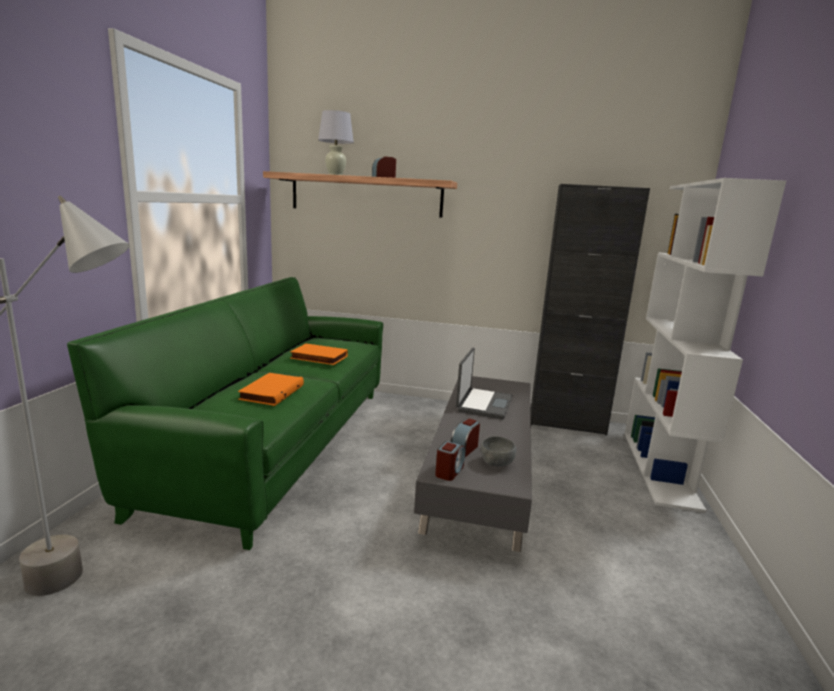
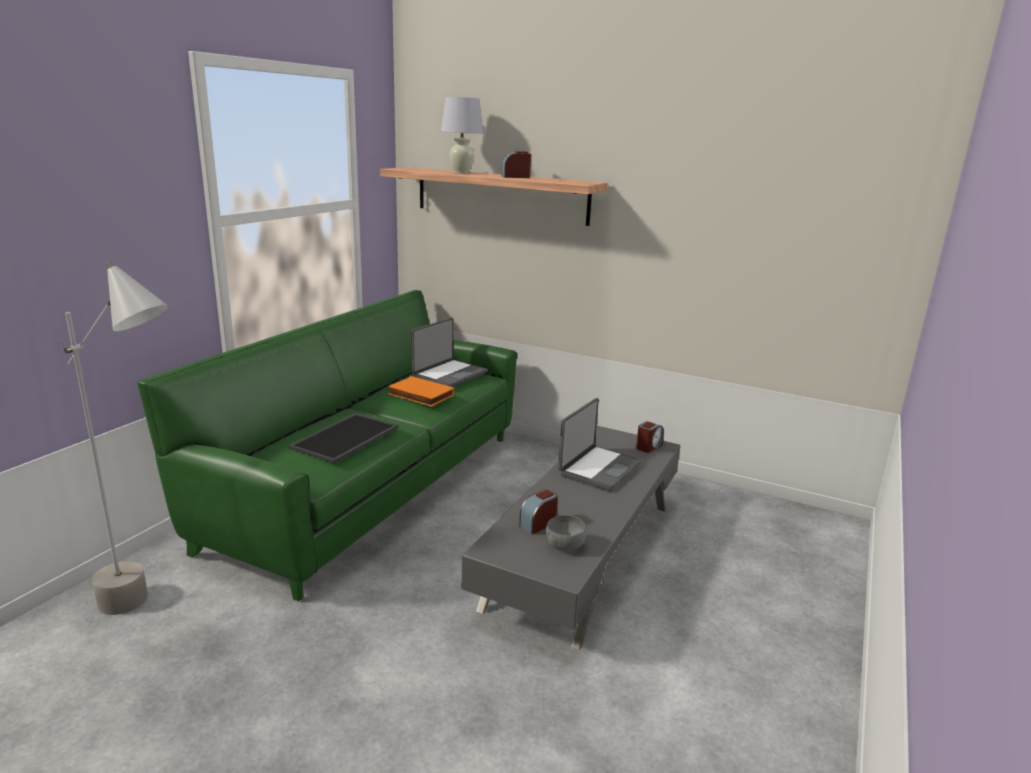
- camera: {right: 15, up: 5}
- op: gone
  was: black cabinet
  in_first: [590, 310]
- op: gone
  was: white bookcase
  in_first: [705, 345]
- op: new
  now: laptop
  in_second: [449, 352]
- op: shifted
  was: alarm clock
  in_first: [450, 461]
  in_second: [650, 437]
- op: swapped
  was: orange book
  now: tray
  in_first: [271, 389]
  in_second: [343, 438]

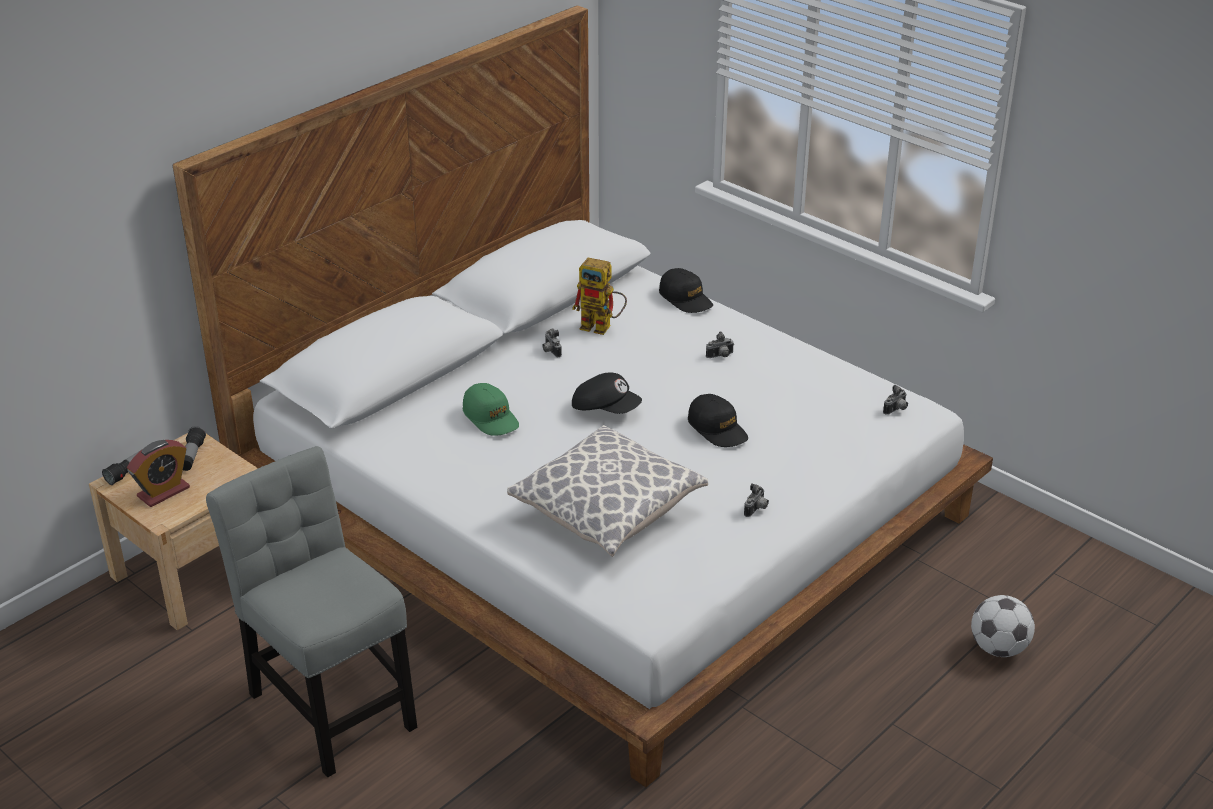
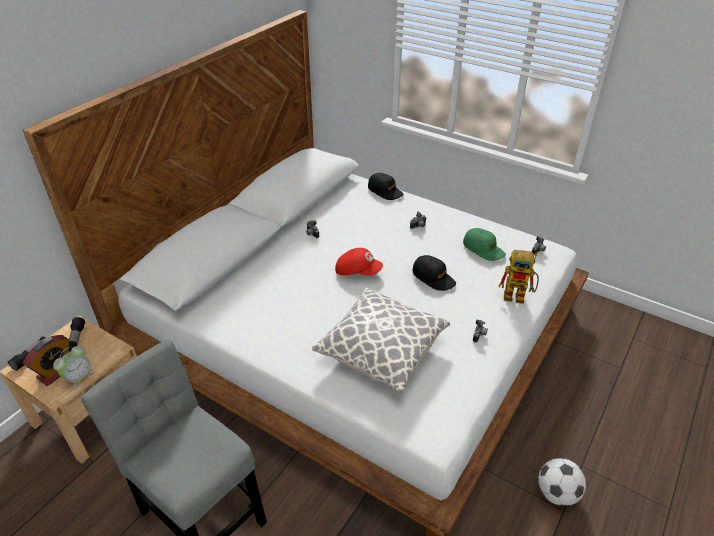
- camera: {right: -10, up: 5}
- op: new
  now: alarm clock
  in_second: [74, 368]
- op: shifted
  was: green cap
  in_first: [491, 409]
  in_second: [484, 244]
- op: shifted
  was: toy robot
  in_first: [599, 296]
  in_second: [518, 277]
- op: shifted
  was: football
  in_first: [1003, 626]
  in_second: [562, 482]
- op: repainted
  was: black cap
  now: red cap
  in_first: [607, 393]
  in_second: [359, 262]

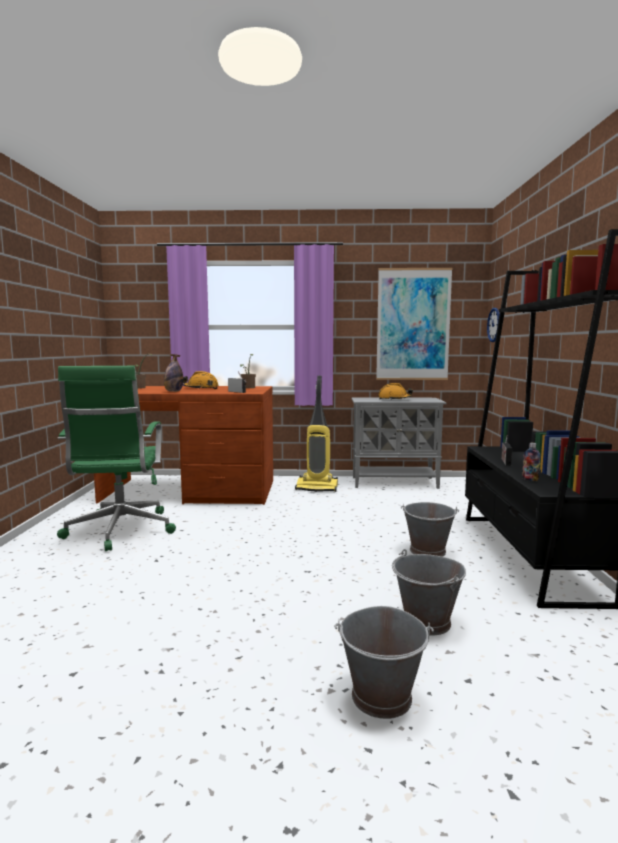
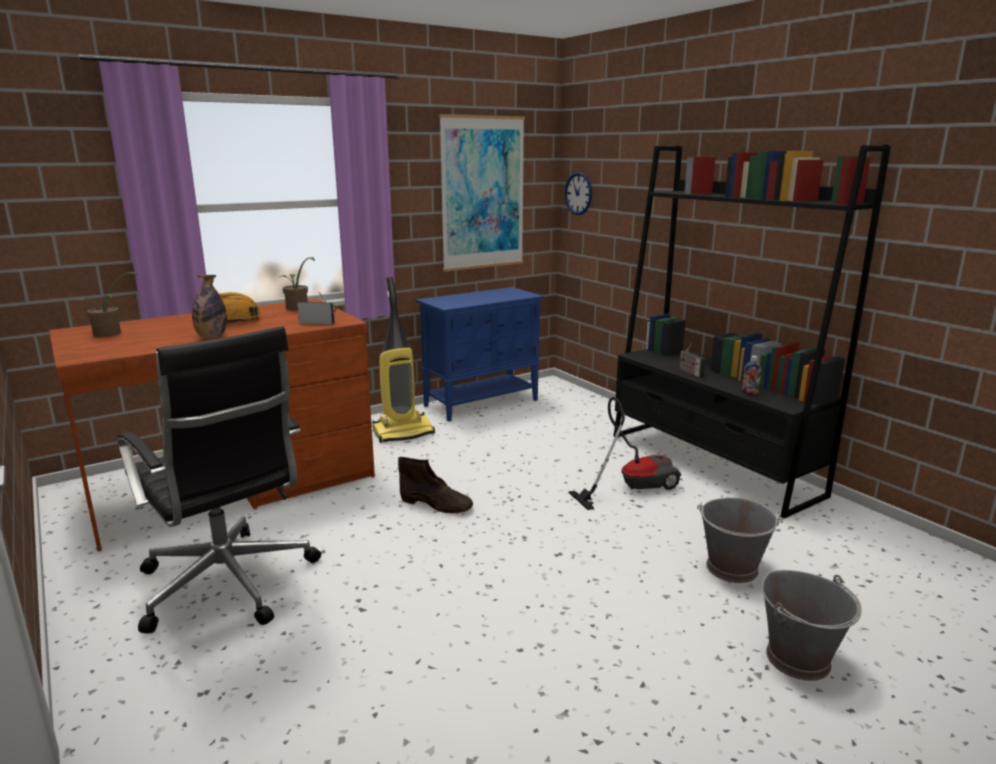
- camera: {right: -35, up: 10}
- op: gone
  was: orange hard hat
  in_first: [395, 391]
- op: new
  now: brown boot
  in_second: [435, 485]
- op: swapped
  was: grey bucket
  now: vacuum cleaner
  in_first: [430, 529]
  in_second: [624, 453]
- op: repainted
  was: green office chair
  now: black office chair
  in_first: [116, 458]
  in_second: [219, 480]
- op: repainted
  was: grey cabinet
  now: blue cabinet
  in_first: [398, 443]
  in_second: [480, 354]

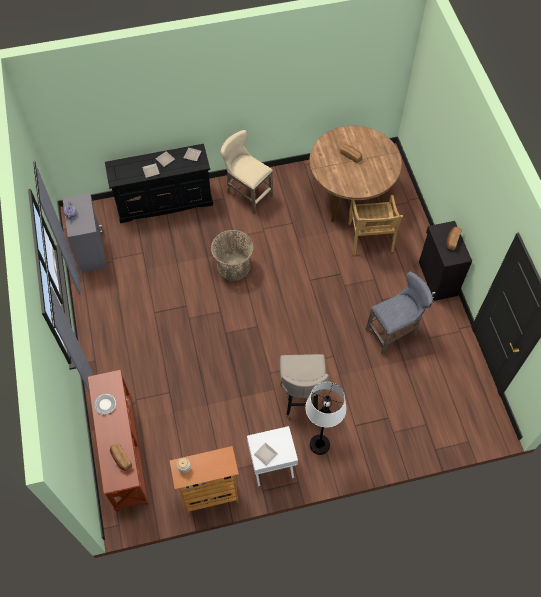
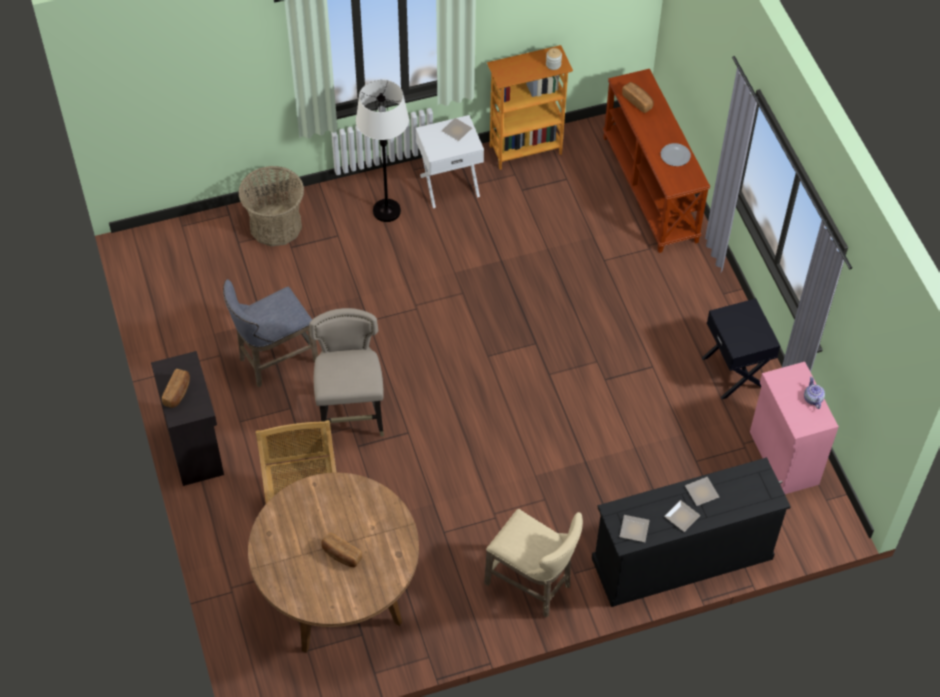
- camera: {right: 175, up: -5}
- op: new
  now: black nightstand
  in_second: [741, 348]
- op: shifted
  was: basket
  in_first: [232, 255]
  in_second: [271, 206]
- op: shifted
  was: beige stool
  in_first: [304, 386]
  in_second: [346, 372]
- op: repainted
  was: grey cabinet
  now: pink cabinet
  in_first: [84, 233]
  in_second: [794, 428]

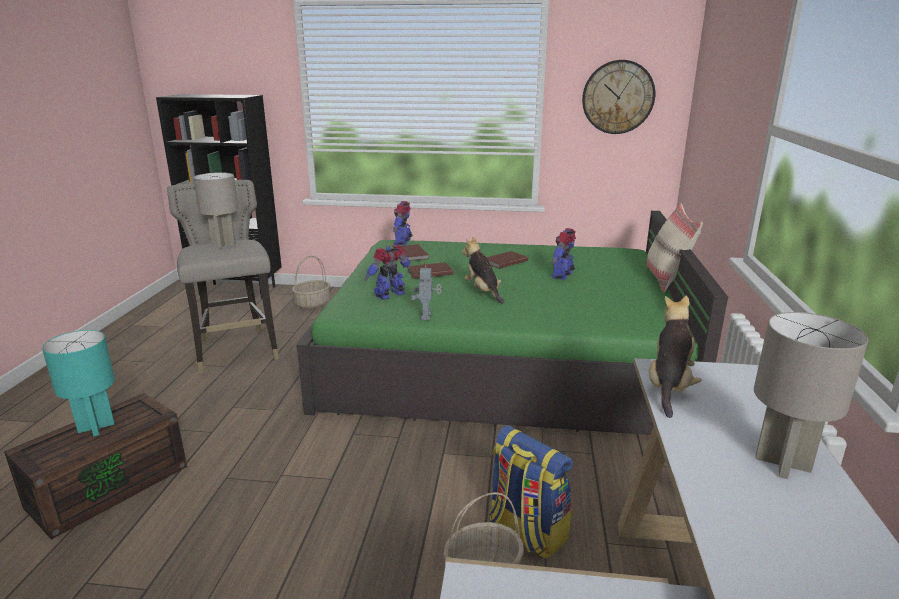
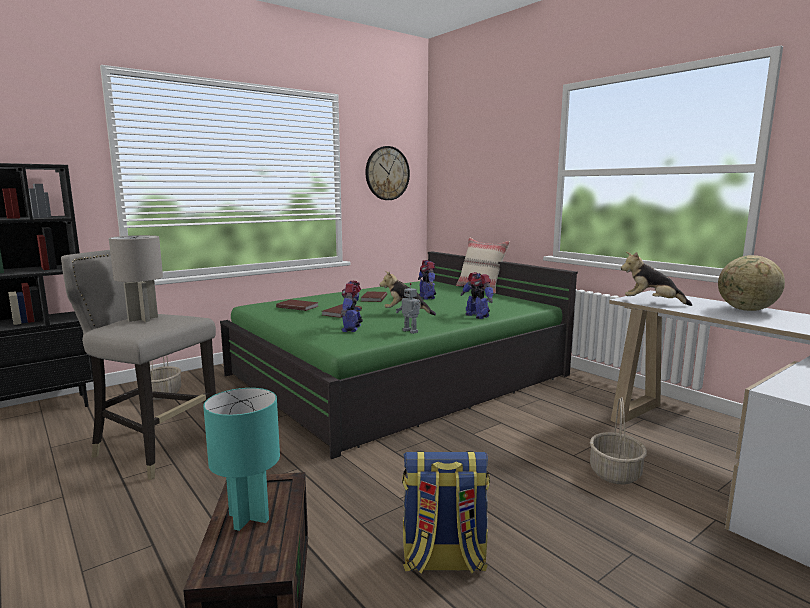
- camera: {right: -45, up: -10}
- op: shifted
  was: toy robot
  in_first: [403, 223]
  in_second: [477, 295]
- op: shifted
  was: backpack
  in_first: [531, 492]
  in_second: [446, 512]
- op: swapped
  was: grey table lamp
  now: globe
  in_first: [811, 395]
  in_second: [751, 283]
- op: rotated
  was: plush toy
  in_first: [675, 357]
  in_second: [656, 279]
  clockwise: -45

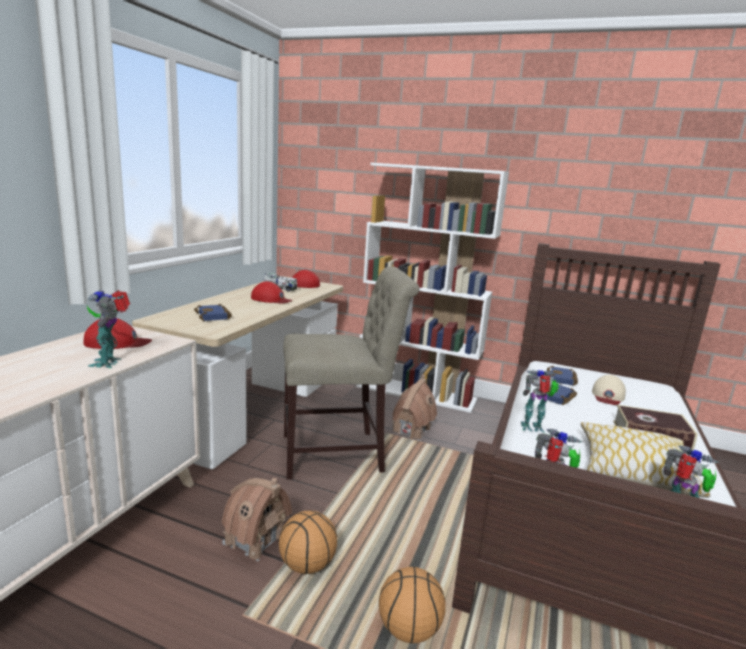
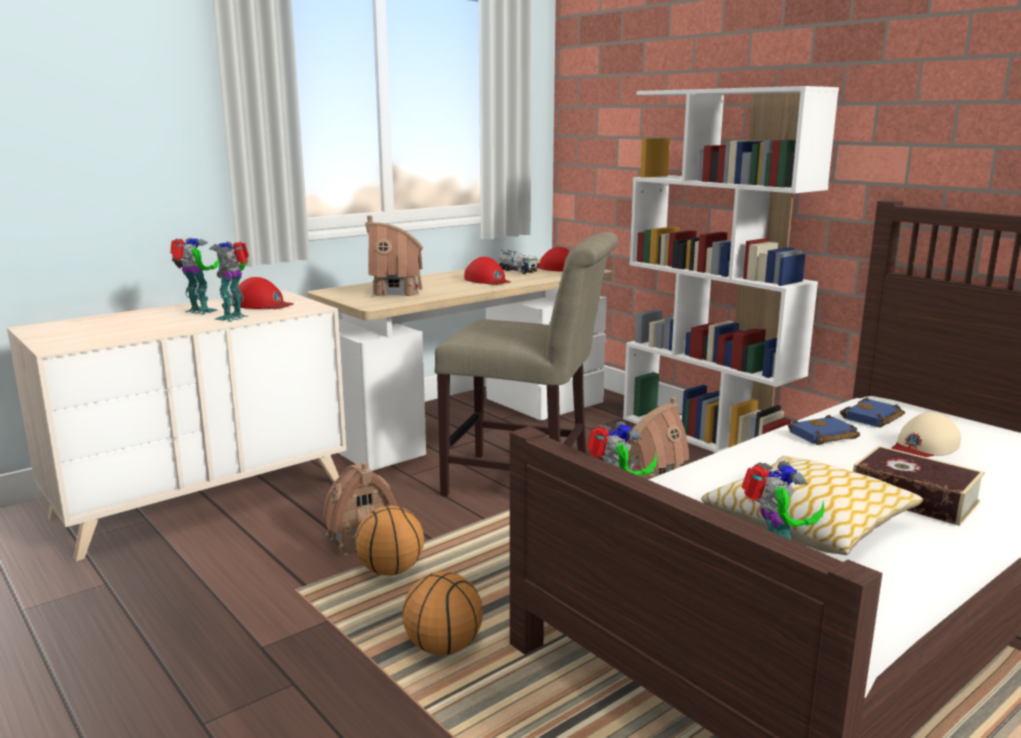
- camera: {right: 30, up: 0}
- op: shifted
  was: toy robot
  in_first: [540, 401]
  in_second: [195, 276]
- op: swapped
  was: blue book
  now: toy house
  in_first: [213, 312]
  in_second: [394, 256]

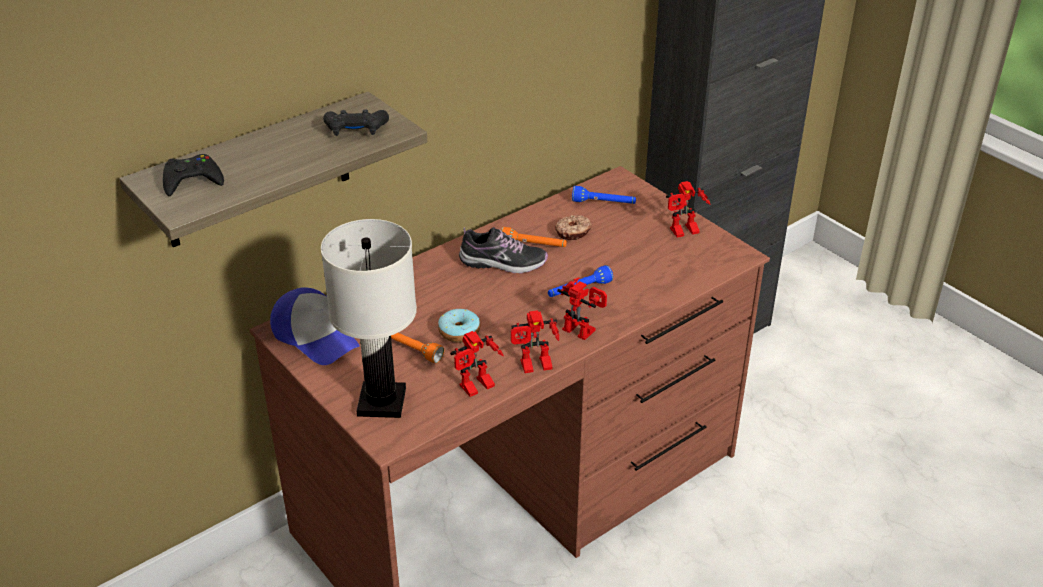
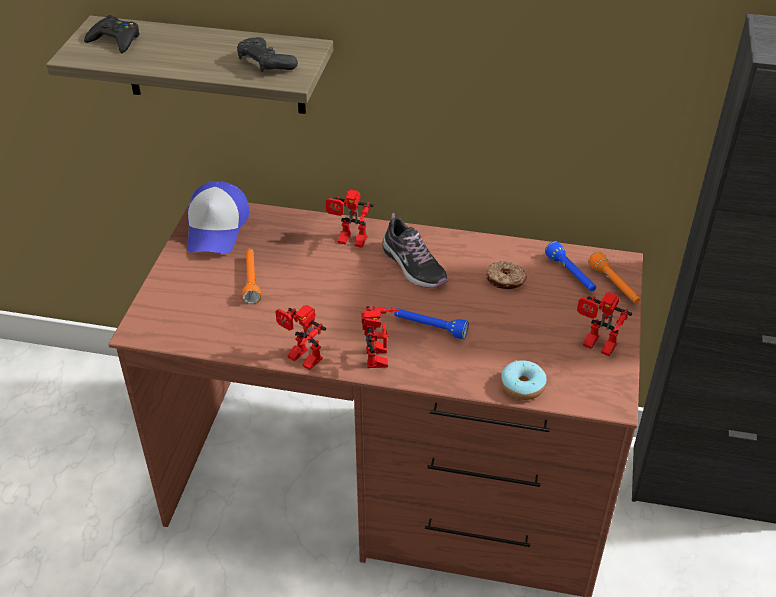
- camera: {right: 50, up: 5}
- op: gone
  was: white table lamp
  in_first: [369, 318]
- op: shifted
  was: donut
  in_first: [459, 325]
  in_second: [523, 380]
- op: shifted
  was: toy robot
  in_first: [477, 364]
  in_second: [350, 219]
- op: shifted
  was: orange flashlight
  in_first: [534, 237]
  in_second: [614, 277]

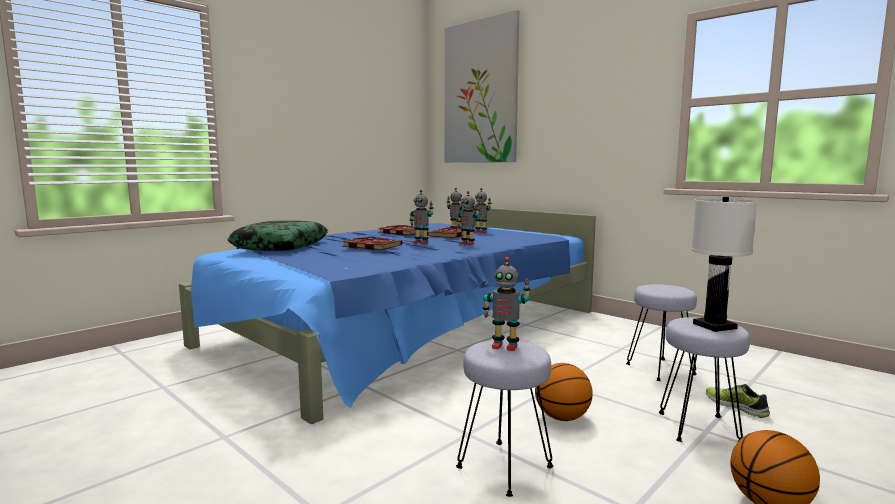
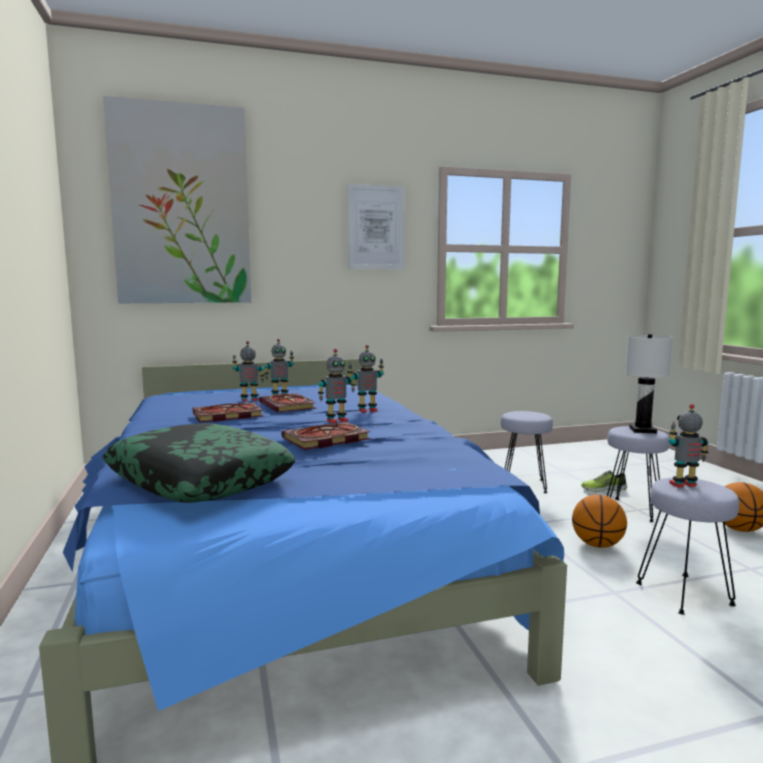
- camera: {right: -60, up: 0}
- op: new
  now: picture
  in_second: [376, 226]
- op: rotated
  was: toy robot
  in_first: [507, 304]
  in_second: [689, 446]
  clockwise: -150

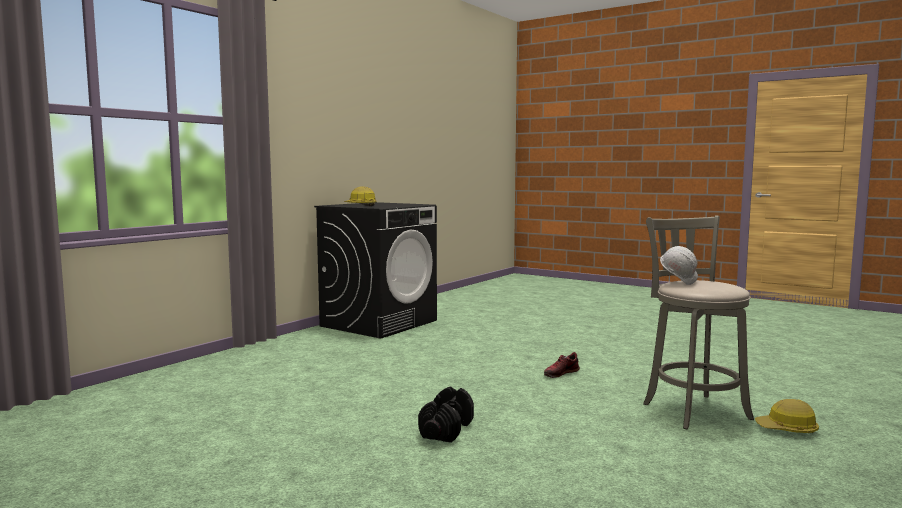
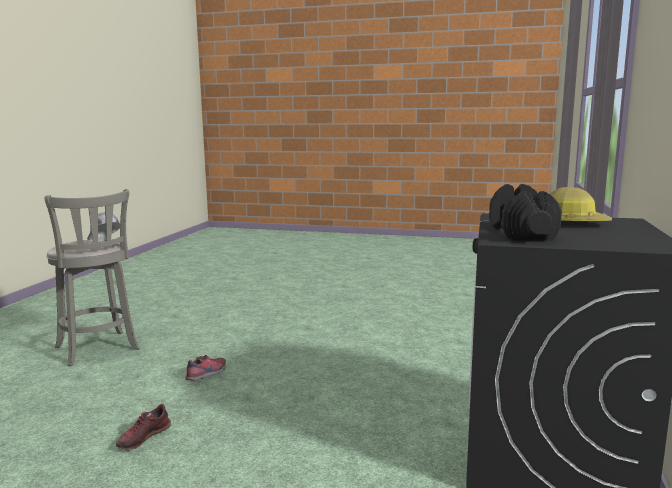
- camera: {right: 160, up: 5}
- op: gone
  was: hard hat
  in_first: [787, 416]
- op: new
  now: shoe
  in_second: [143, 427]
- op: shifted
  was: black dumbbell
  in_first: [446, 415]
  in_second: [525, 212]

